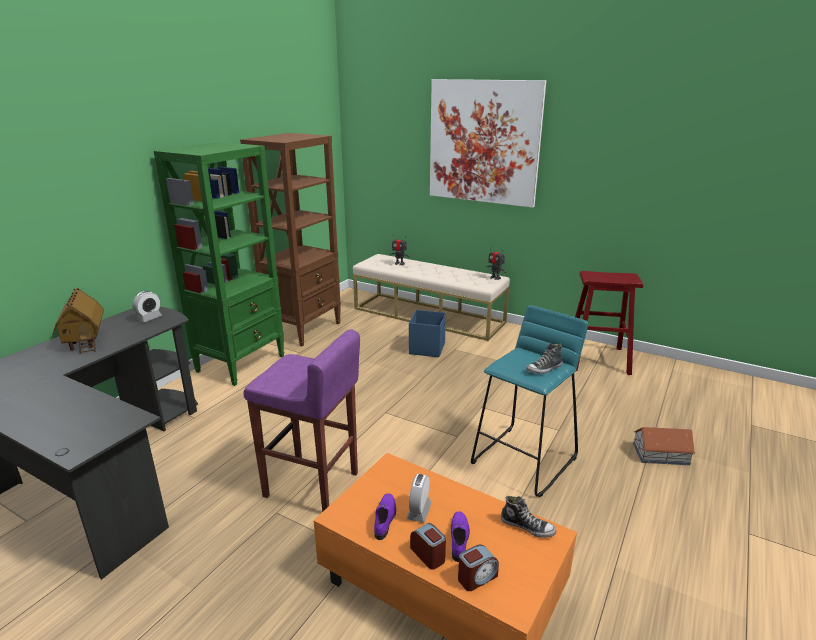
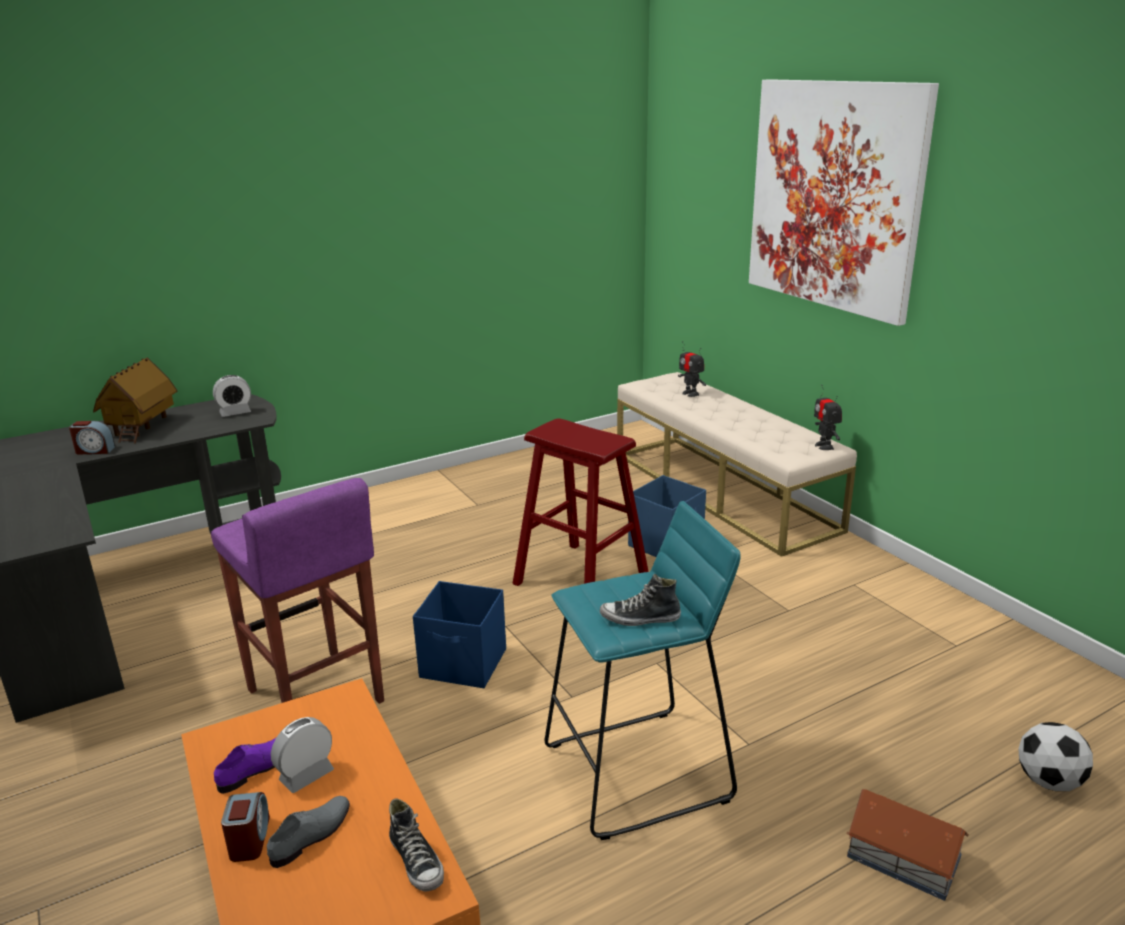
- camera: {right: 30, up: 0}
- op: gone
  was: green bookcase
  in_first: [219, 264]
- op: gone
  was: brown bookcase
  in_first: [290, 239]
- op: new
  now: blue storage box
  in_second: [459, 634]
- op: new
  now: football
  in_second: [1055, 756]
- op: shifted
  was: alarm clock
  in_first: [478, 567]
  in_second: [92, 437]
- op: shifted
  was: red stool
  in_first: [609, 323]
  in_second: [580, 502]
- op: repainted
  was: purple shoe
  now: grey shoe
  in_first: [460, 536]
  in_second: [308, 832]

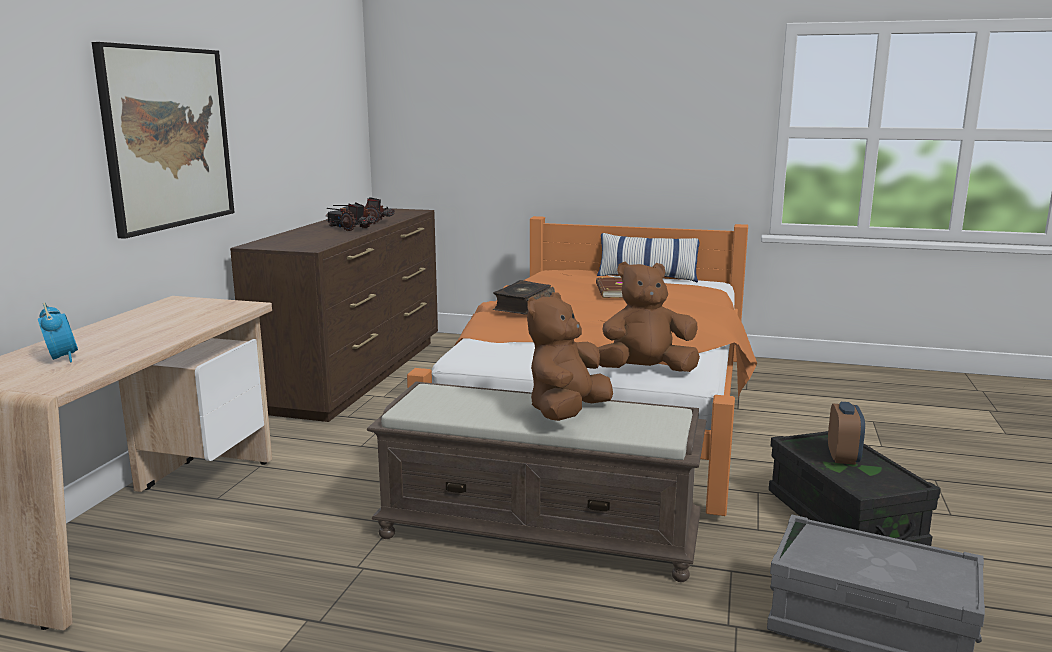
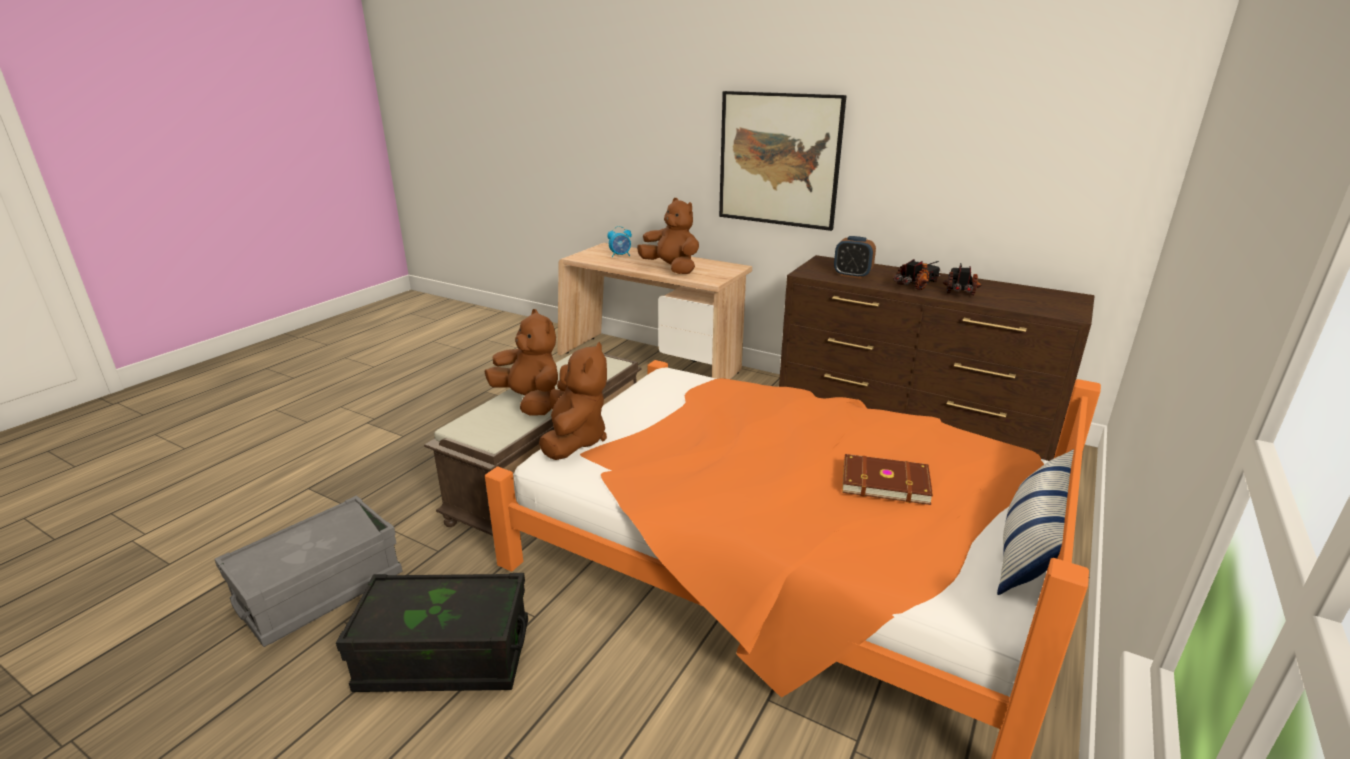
- camera: {right: 105, up: 10}
- op: gone
  was: book
  in_first: [524, 297]
- op: new
  now: brown plush toy
  in_second: [668, 236]
- op: shifted
  was: alarm clock
  in_first: [846, 433]
  in_second: [855, 257]

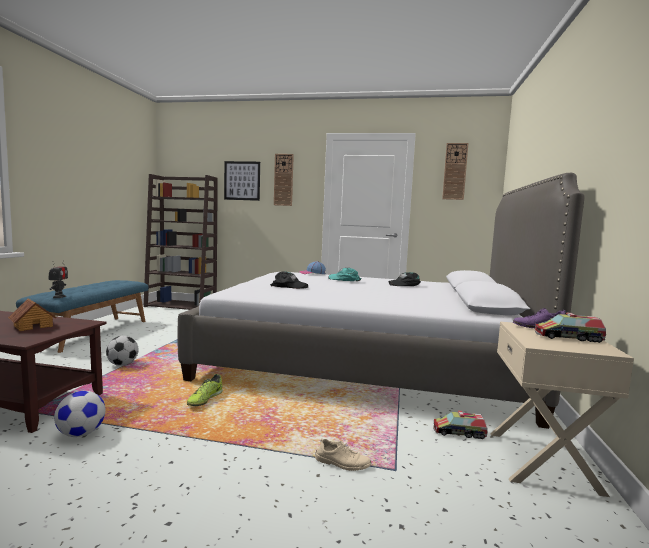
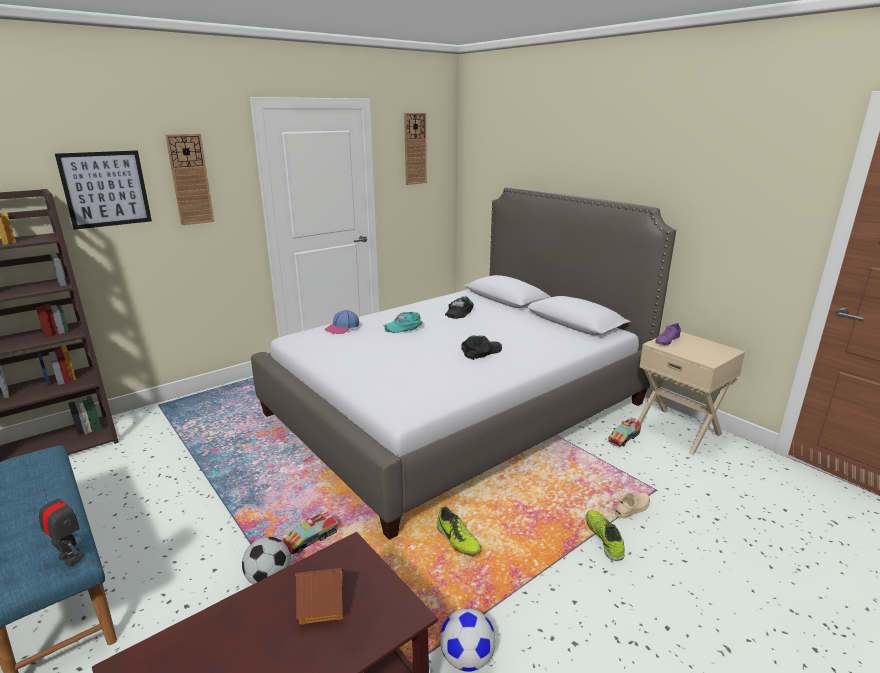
- camera: {right: -50, up: 15}
- op: new
  now: shoe
  in_second: [605, 535]
- op: shifted
  was: black cap
  in_first: [289, 280]
  in_second: [481, 347]
- op: shifted
  was: toy truck
  in_first: [570, 327]
  in_second: [311, 532]

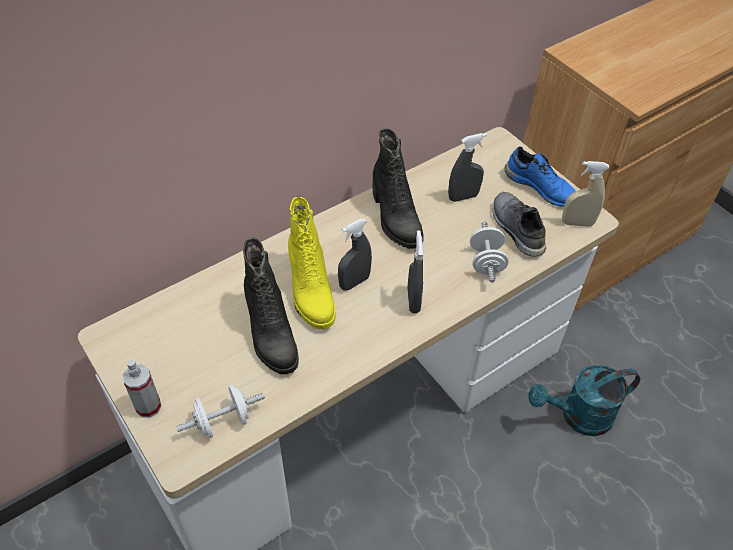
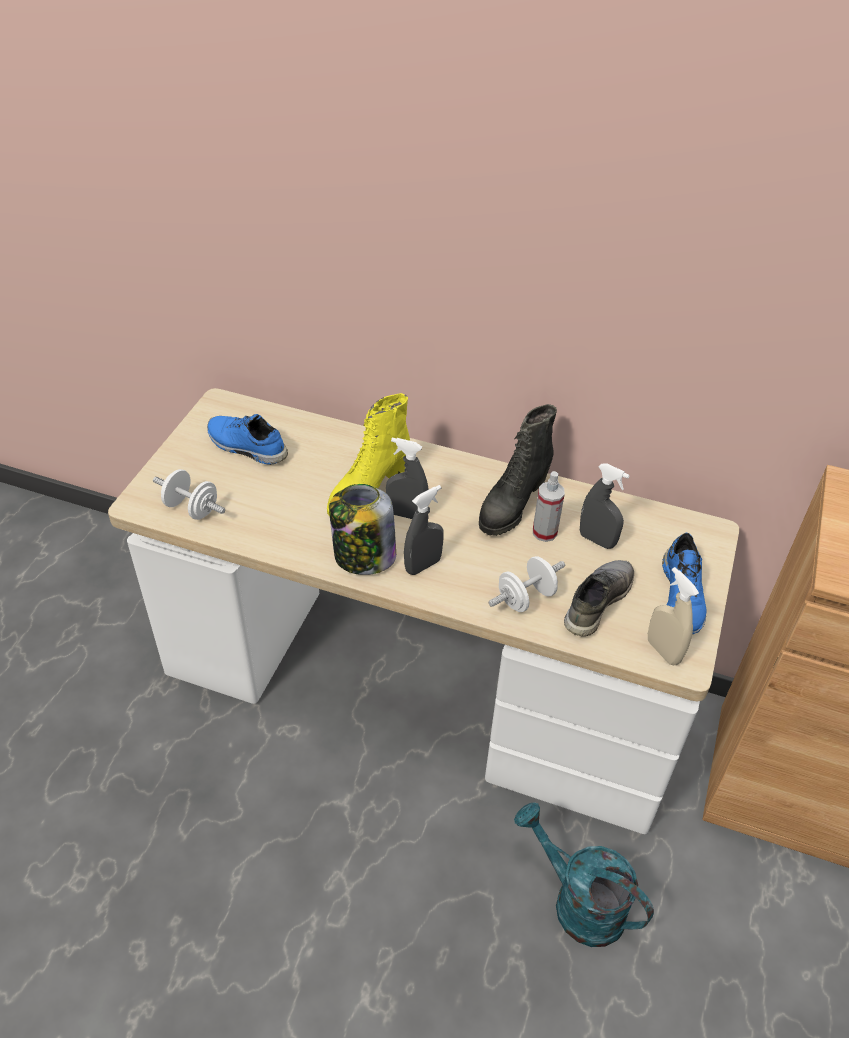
- camera: {right: 55, up: -5}
- op: gone
  was: black boot
  in_first: [271, 306]
- op: new
  now: blue shoe
  in_second: [247, 439]
- op: new
  now: jar
  in_second: [362, 529]
- op: shifted
  was: spray bottle
  in_first: [141, 388]
  in_second: [549, 506]

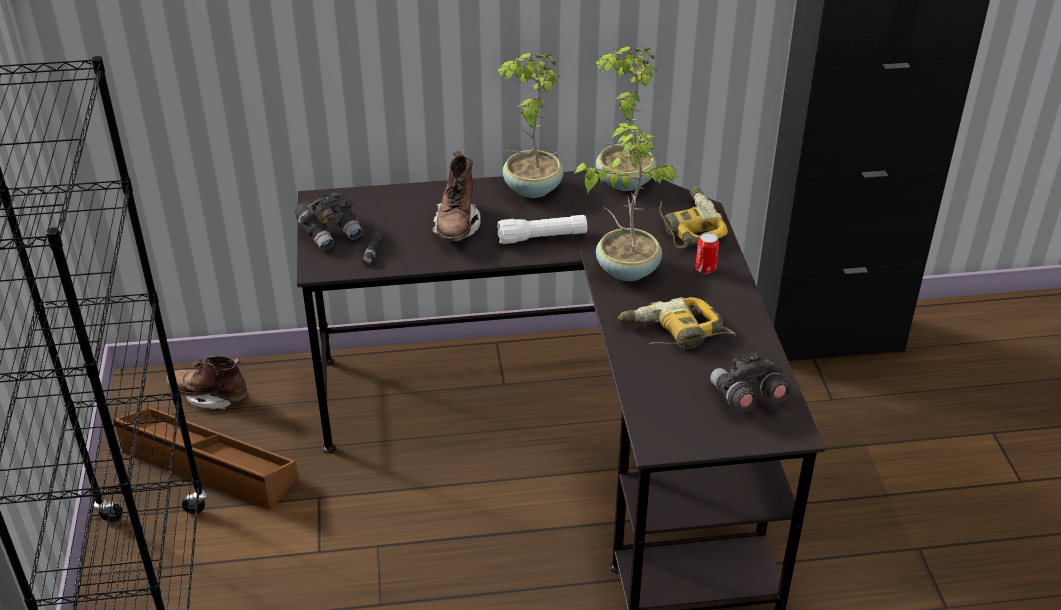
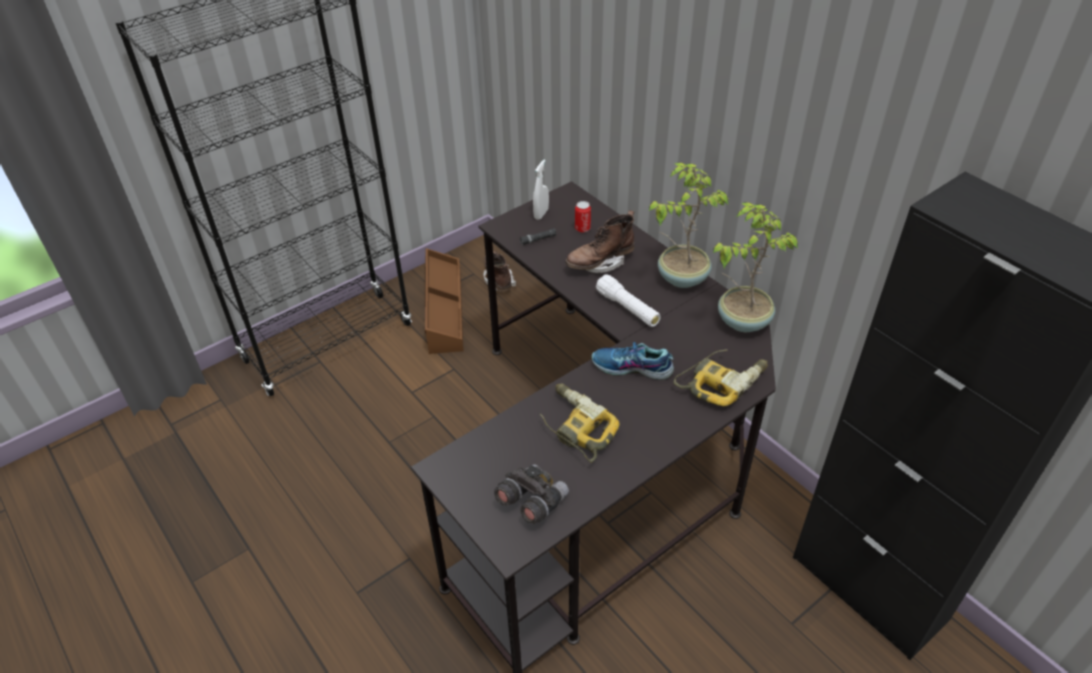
- camera: {right: 60, up: 5}
- op: shifted
  was: can
  in_first: [707, 253]
  in_second: [583, 216]
- op: swapped
  was: grey binoculars
  now: white spray bottle
  in_first: [329, 221]
  in_second: [541, 190]
- op: swapped
  was: potted plant
  now: shoe
  in_first: [626, 202]
  in_second: [633, 361]

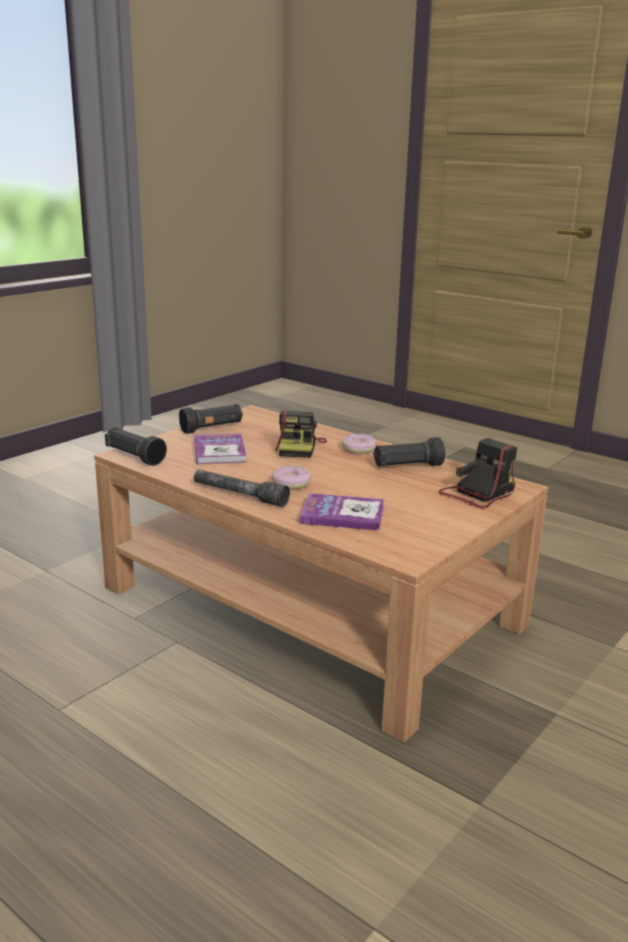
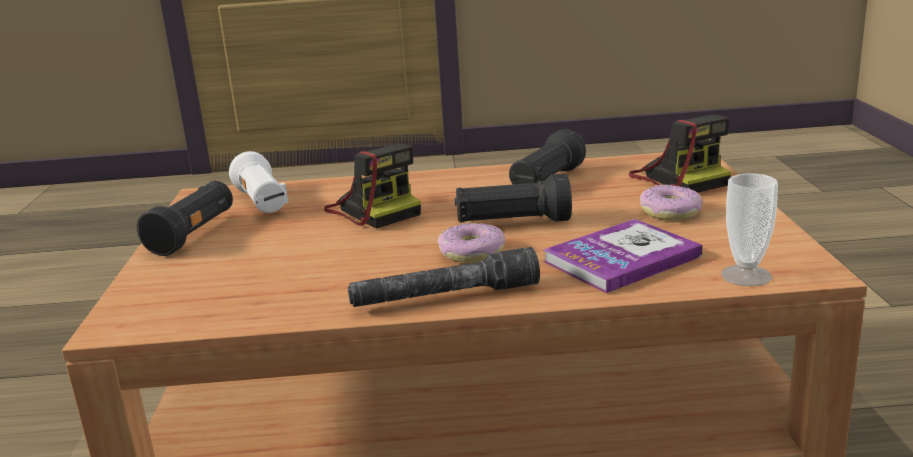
- camera: {right: -40, up: 0}
- op: gone
  was: book
  in_first: [220, 449]
- op: new
  now: white flashlight
  in_second: [258, 182]
- op: new
  now: cup
  in_second: [749, 229]
- op: shifted
  was: black flashlight
  in_first: [136, 446]
  in_second: [513, 198]
- op: shifted
  was: donut
  in_first: [359, 443]
  in_second: [671, 203]
- op: rotated
  was: photo camera
  in_first: [477, 473]
  in_second: [680, 154]
  clockwise: 150

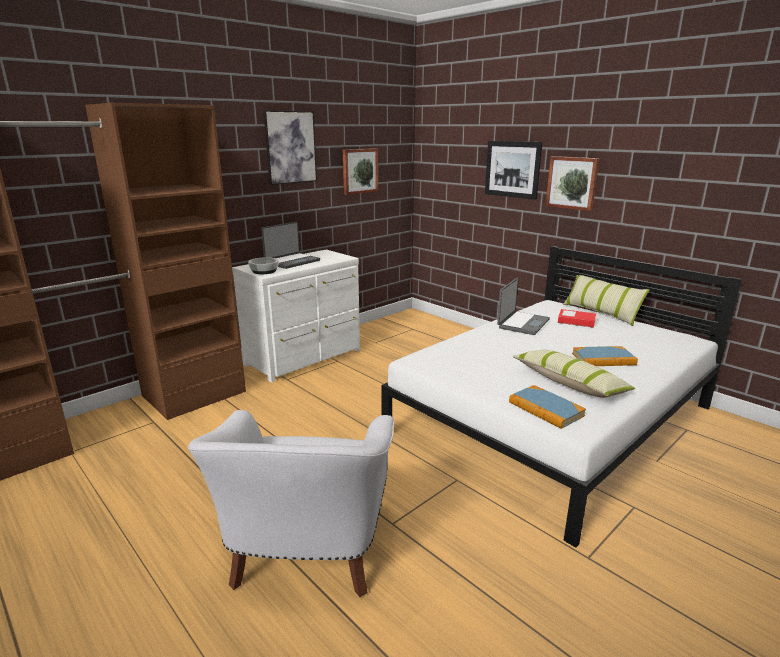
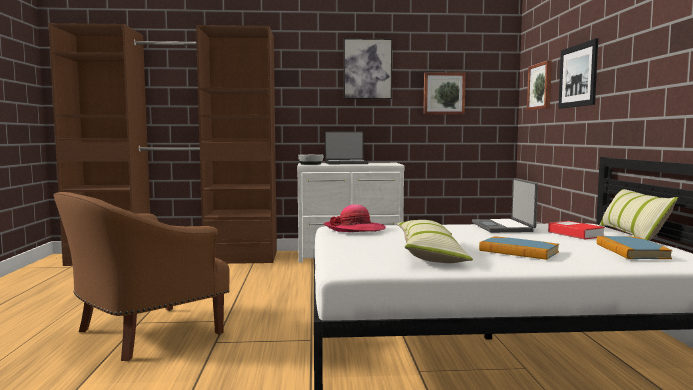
- camera: {right: 40, up: -15}
- op: new
  now: hat
  in_second: [354, 218]
- op: shifted
  was: book
  in_first: [547, 407]
  in_second: [635, 247]
- op: shifted
  was: picture
  in_first: [572, 183]
  in_second: [539, 85]
- op: repainted
  was: white armchair
  now: brown armchair
  in_first: [291, 503]
  in_second: [142, 276]
- op: rotated
  was: laptop
  in_first: [523, 306]
  in_second: [505, 205]
  clockwise: 105

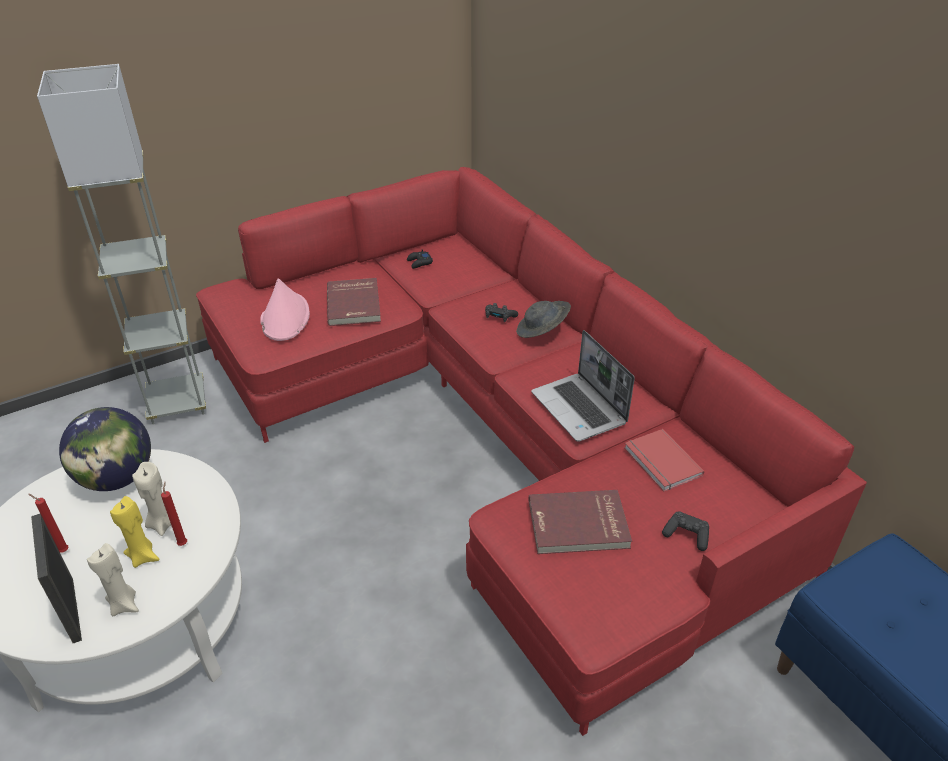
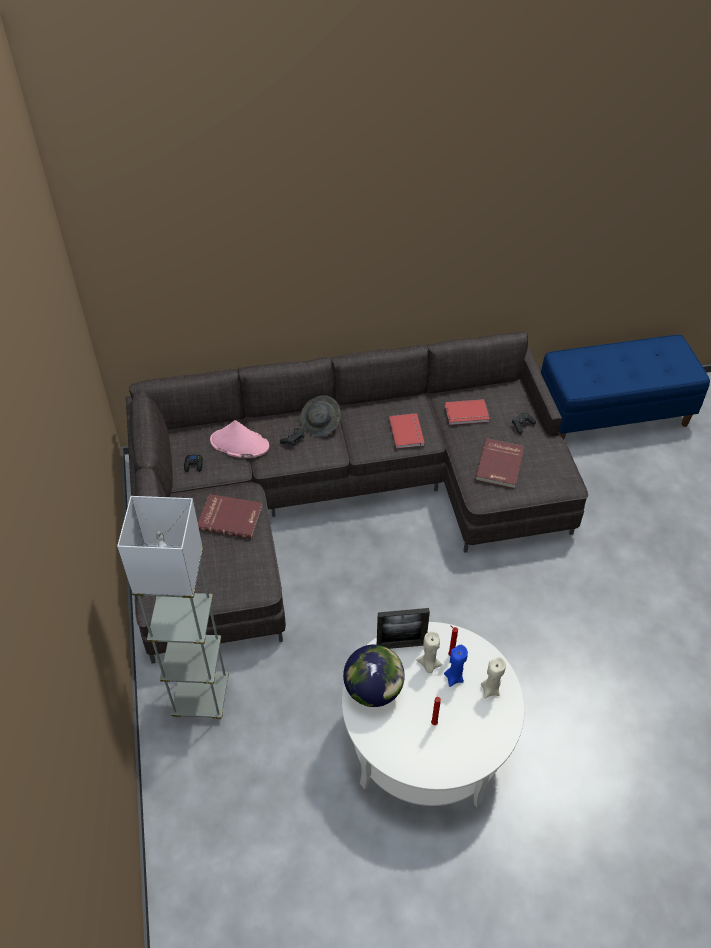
- camera: {right: -70, up: 10}
- op: shifted
  was: picture frame
  in_first: [56, 578]
  in_second: [403, 628]
- op: shifted
  was: pink hat
  in_first: [285, 309]
  in_second: [239, 439]
- op: swapped
  was: laptop
  now: red book
  in_first: [583, 386]
  in_second: [406, 431]
- op: repainted
  was: yellow candle
  now: blue candle
  in_first: [134, 532]
  in_second: [456, 666]
- op: repainted
  was: red sofa
  now: grey sofa
  in_first: [531, 451]
  in_second: [357, 498]

